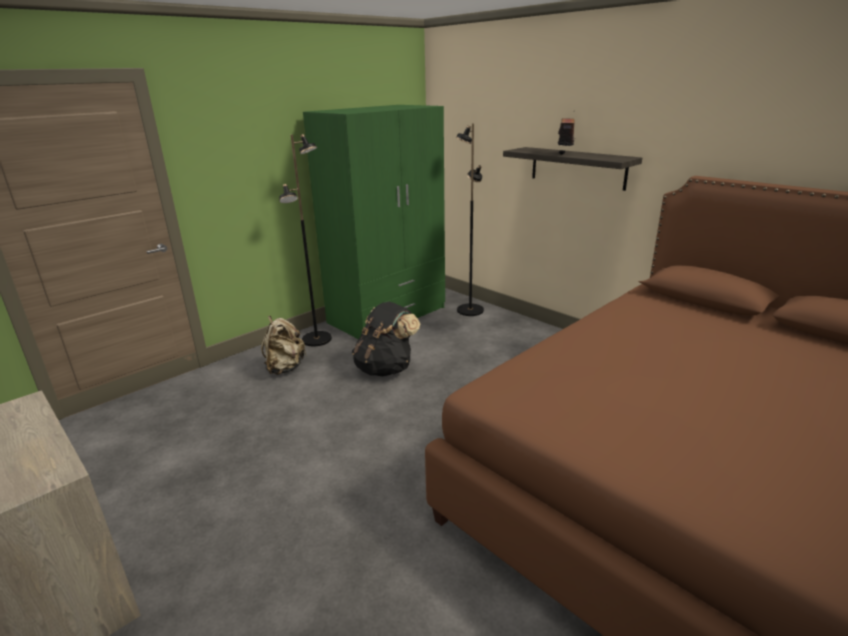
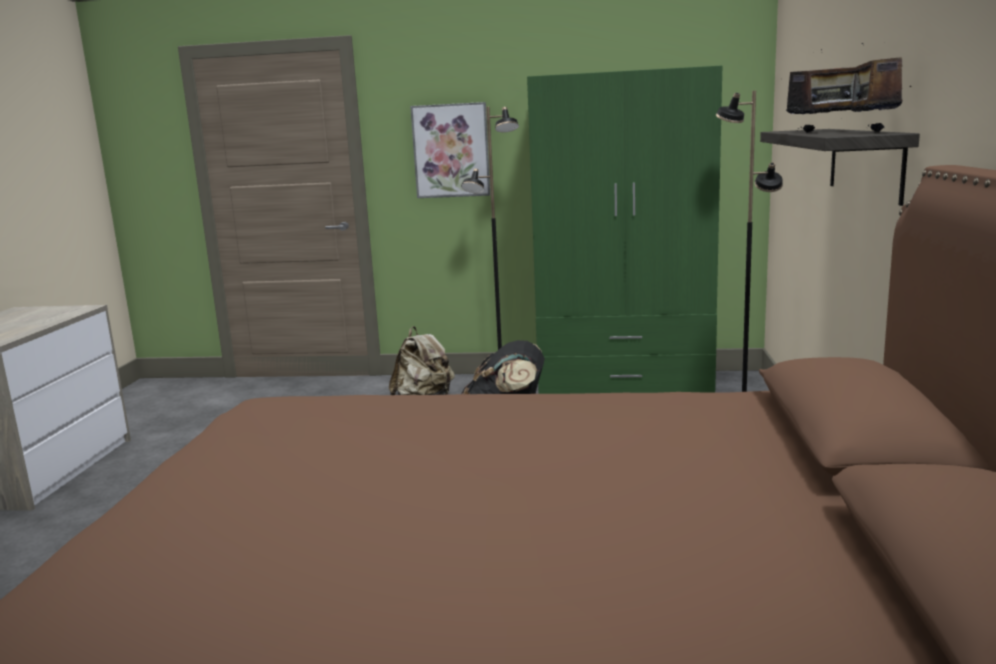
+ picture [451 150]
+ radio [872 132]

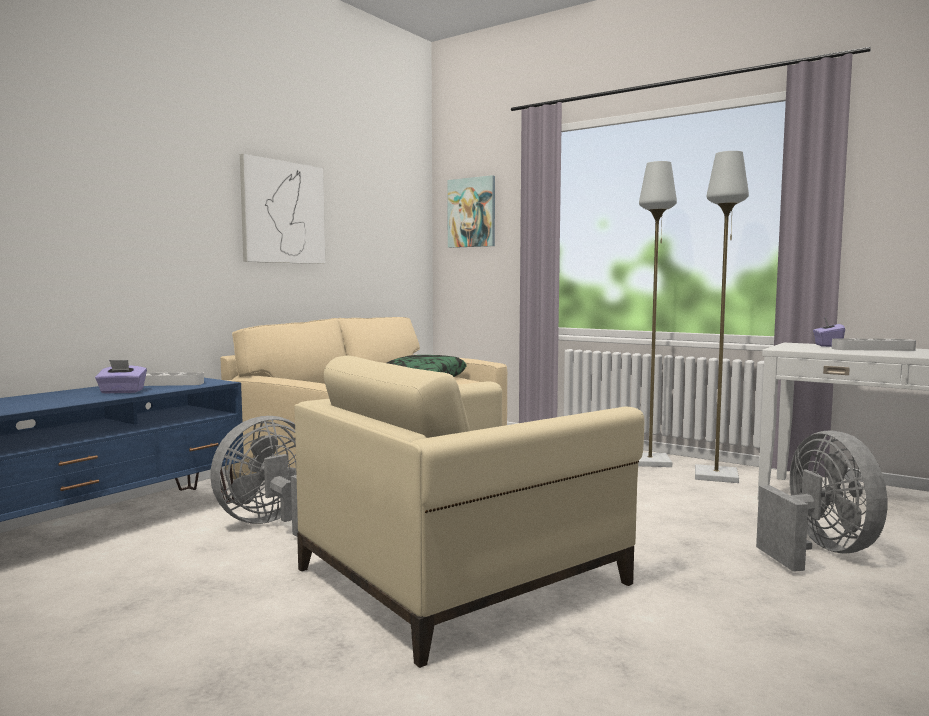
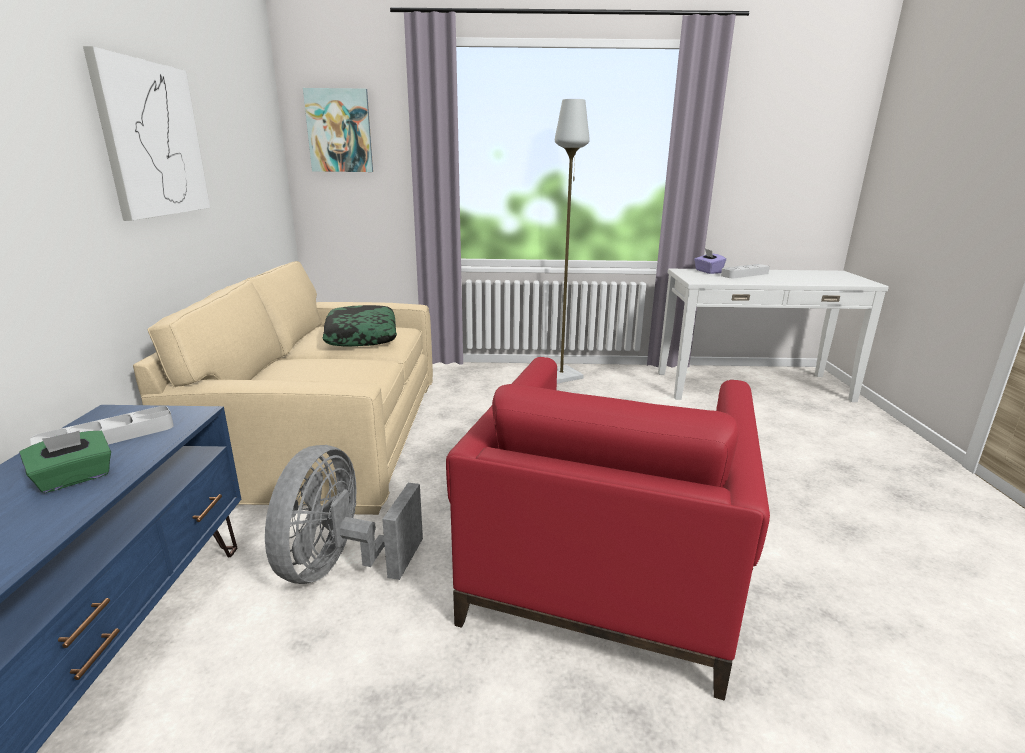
- floor lamp (grey) [716 476]
- fan (grey) [819 551]
~ tissue box (purple) [122 391] to tissue box (green) [74 478]
~ armchair (beige) [463 575] to armchair (red) [605 564]

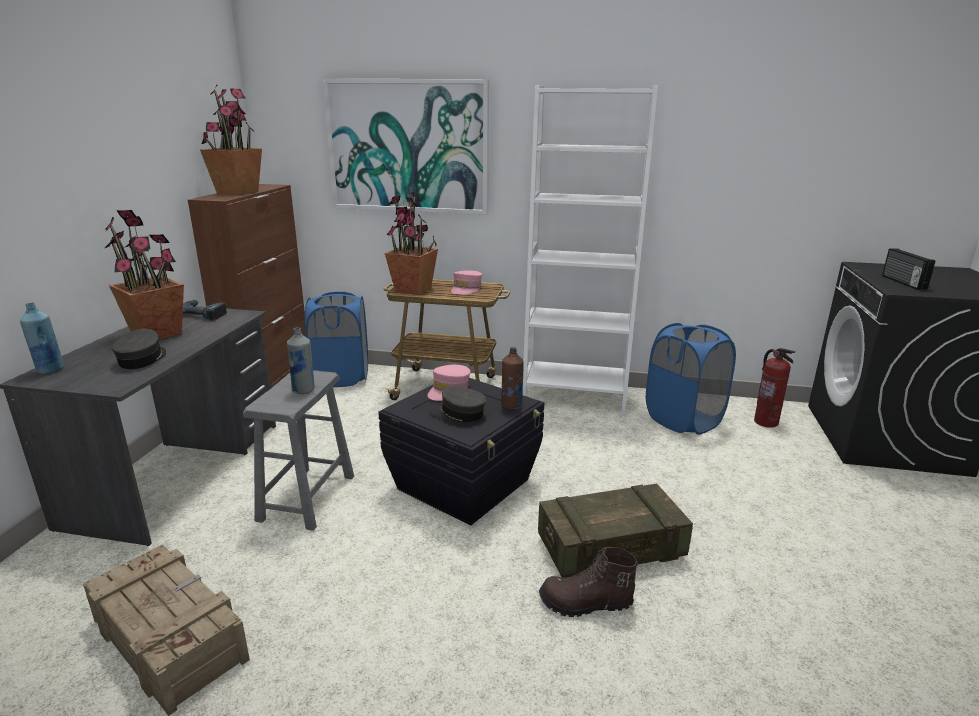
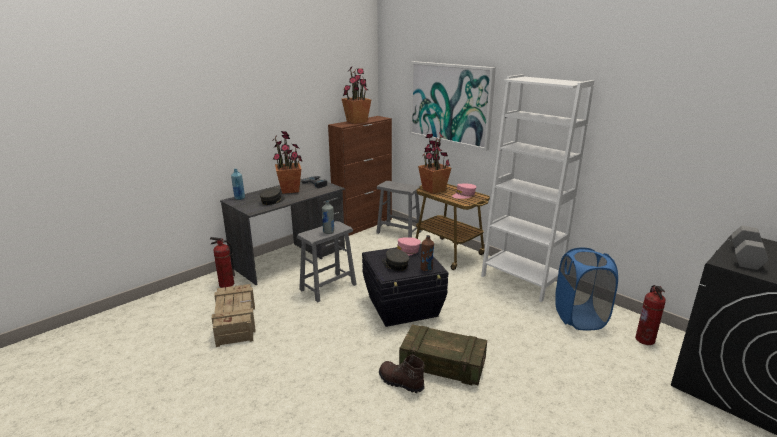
+ fire extinguisher [226 284]
~ laundry basket (blue) [341 377] to stool (grey) [399 232]
~ radio [902 282] to dumbbell (grey) [746 258]

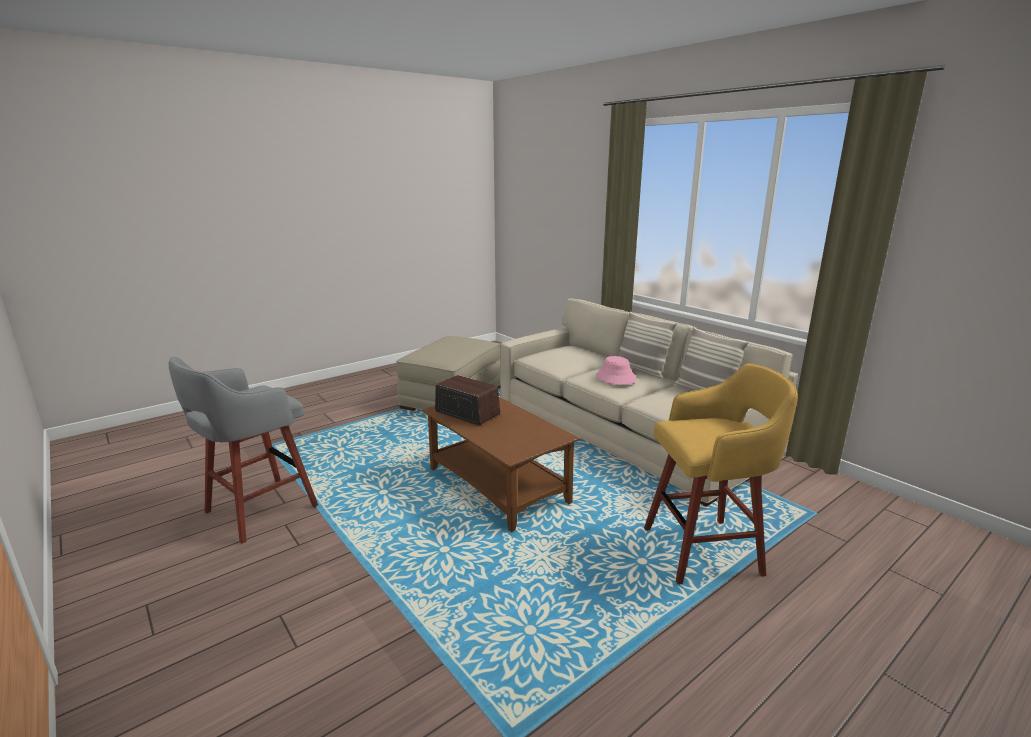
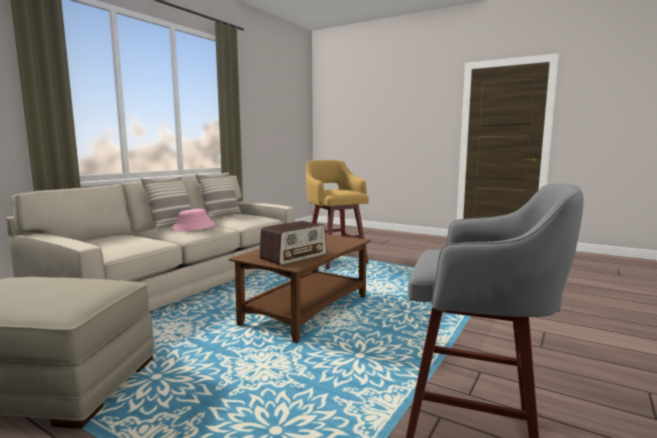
~ radio [467 413] = [294 256] 150 degrees counterclockwise

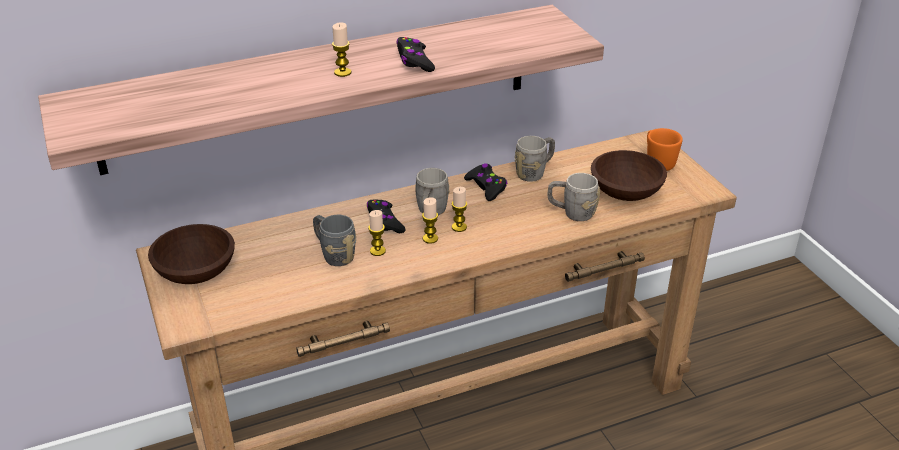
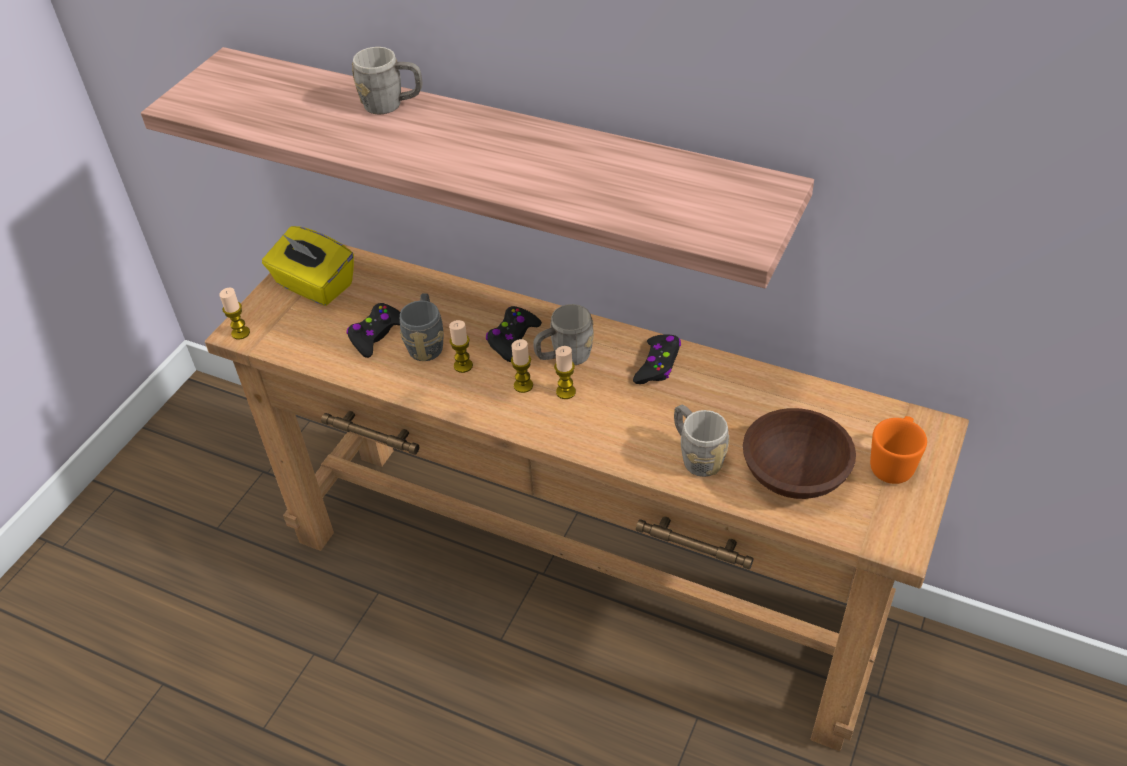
~ candle [342 72] to [240 333]
~ game controller (black) [414 61] to [376 335]
~ mug (grey) [534 172] to [392 105]
~ bowl (brown) [197 271] to tissue box (yellow) [314 286]

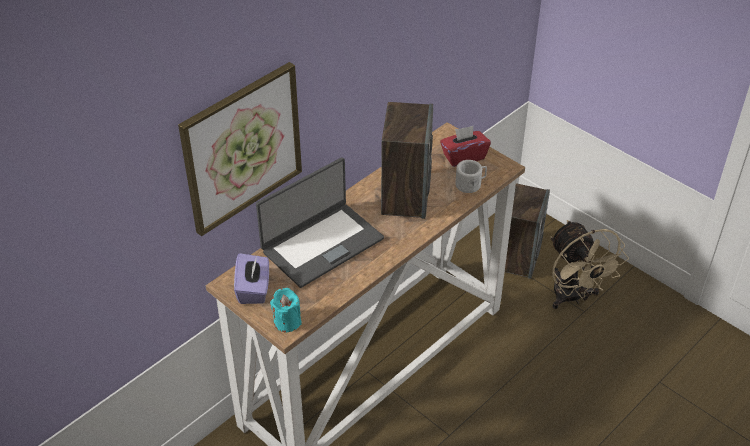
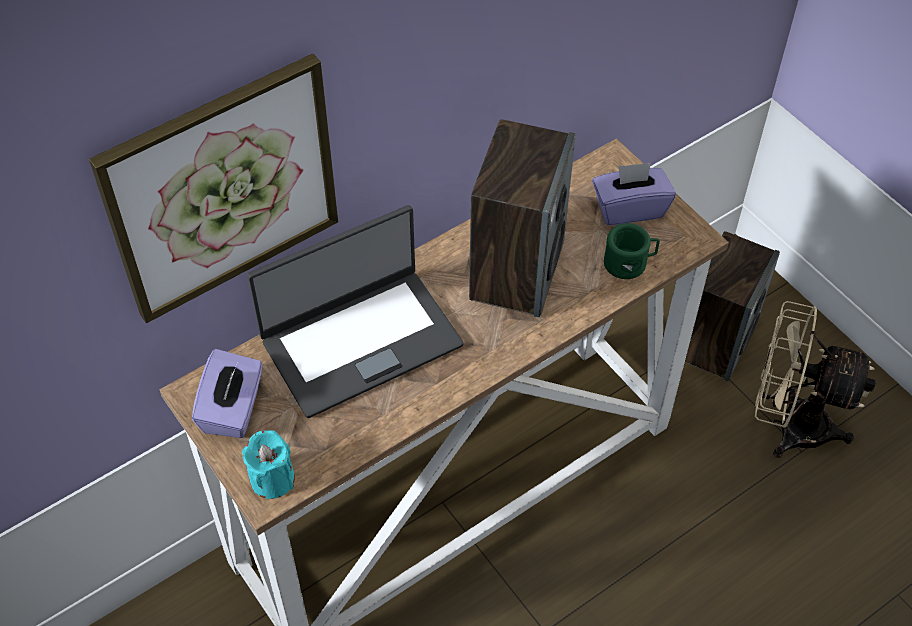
~ tissue box (red) [463 156] to tissue box (purple) [629 208]
~ mug (white) [471 184] to mug (green) [630 263]
~ fan (beige) [573 298] = [789 425] 120 degrees clockwise

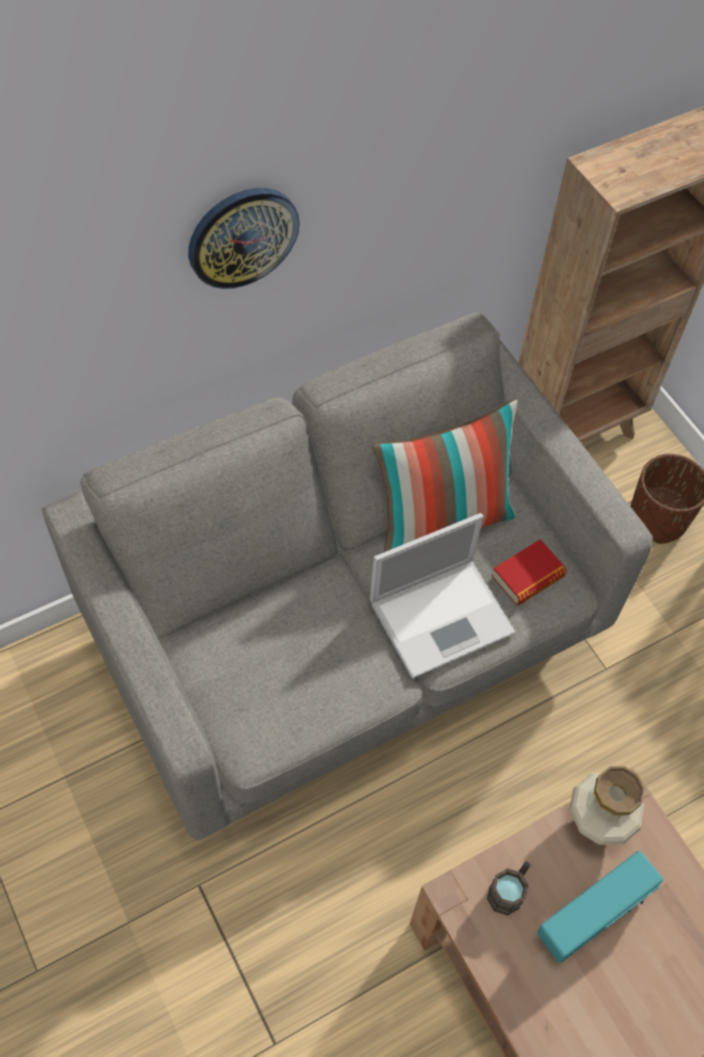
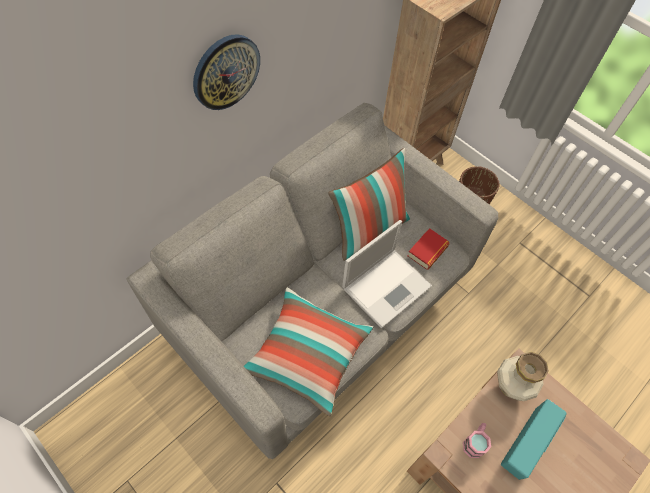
+ pillow [307 355]
~ mug (brown) [509 890] to mug (pink) [474 442]

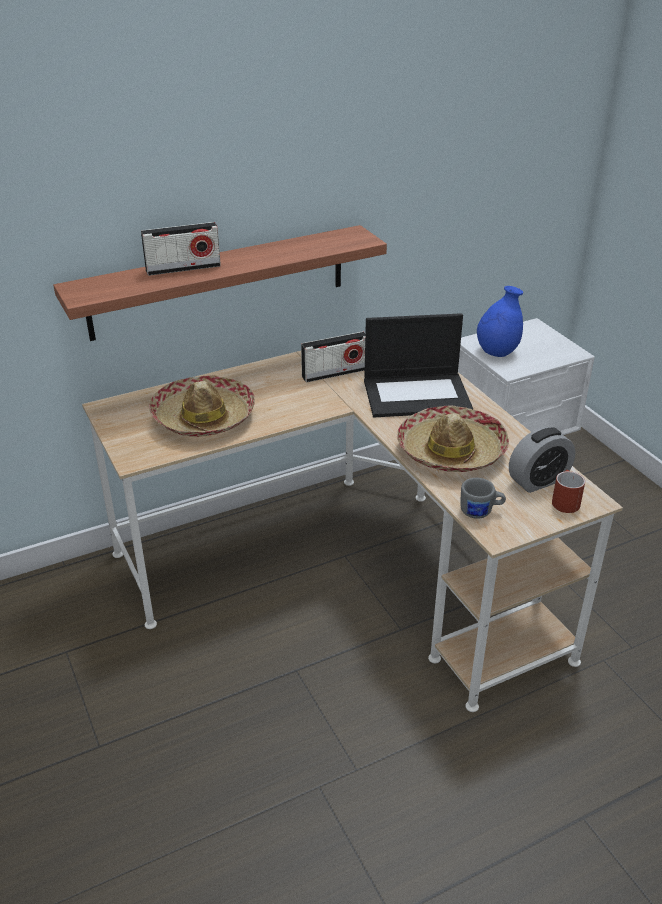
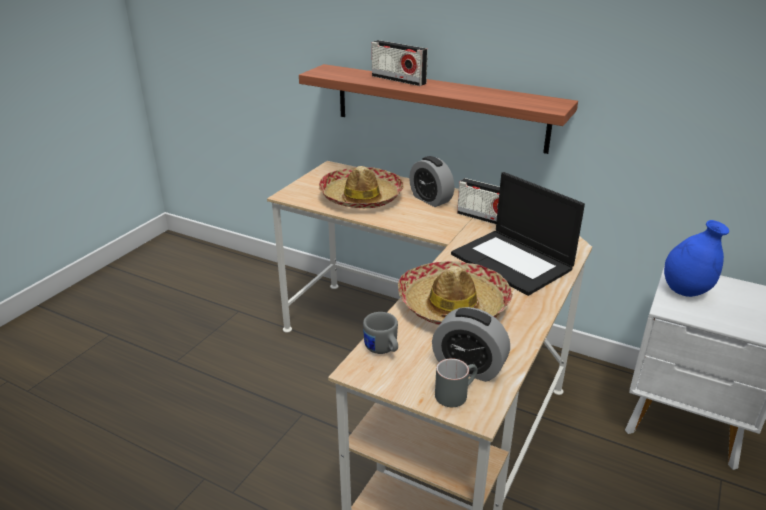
+ alarm clock [430 199]
~ mug (red) [564 500] to mug (grey) [455 393]

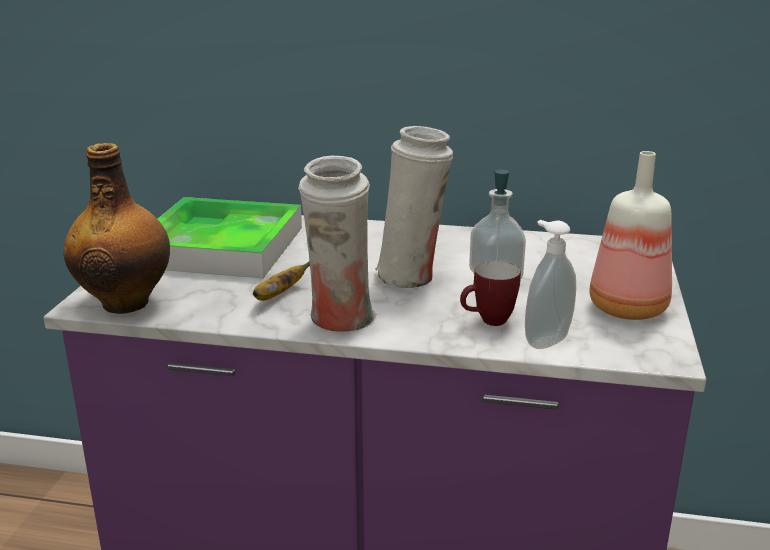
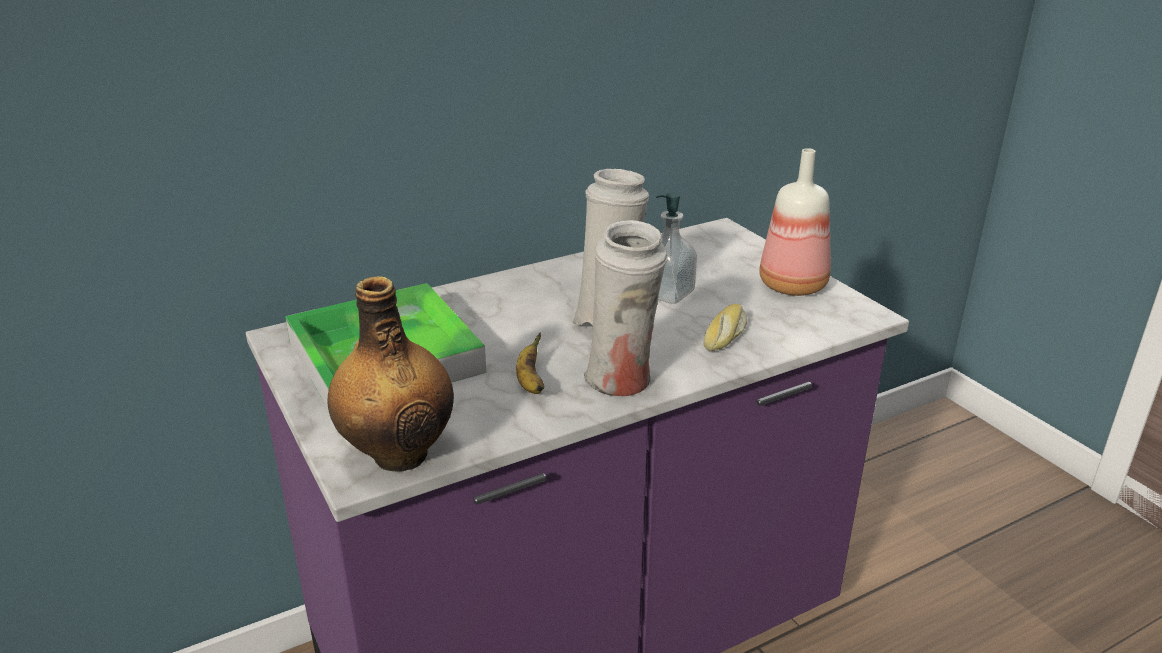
- soap dispenser [544 340]
~ mug [488 322] to bread [726 335]

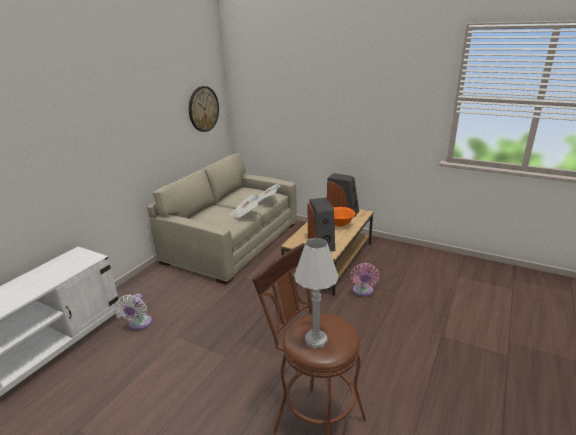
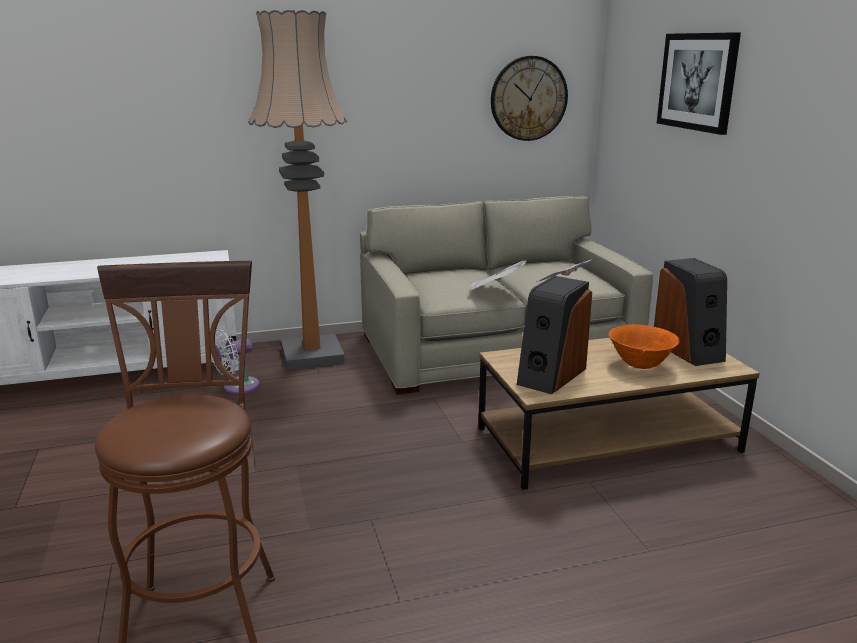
- table lamp (white) [316 340]
- fan (pink) [363 291]
+ floor lamp [312 355]
+ picture [697 81]

